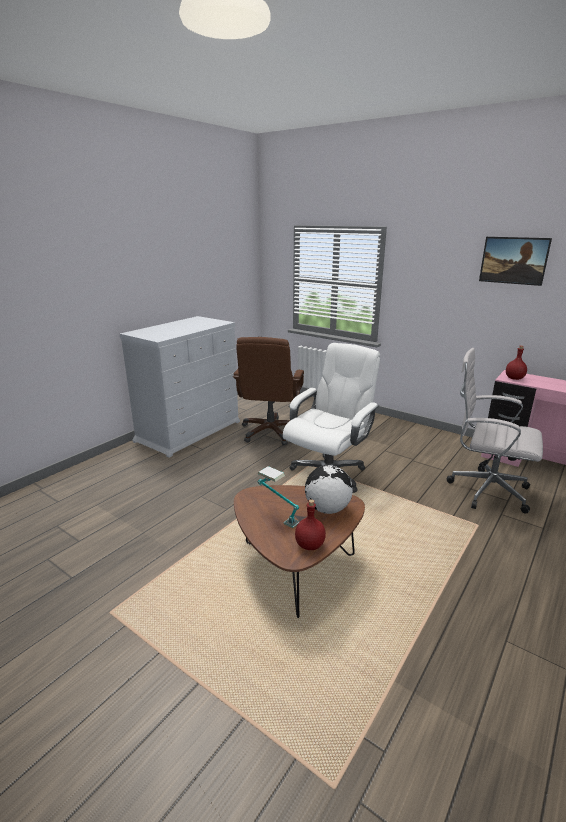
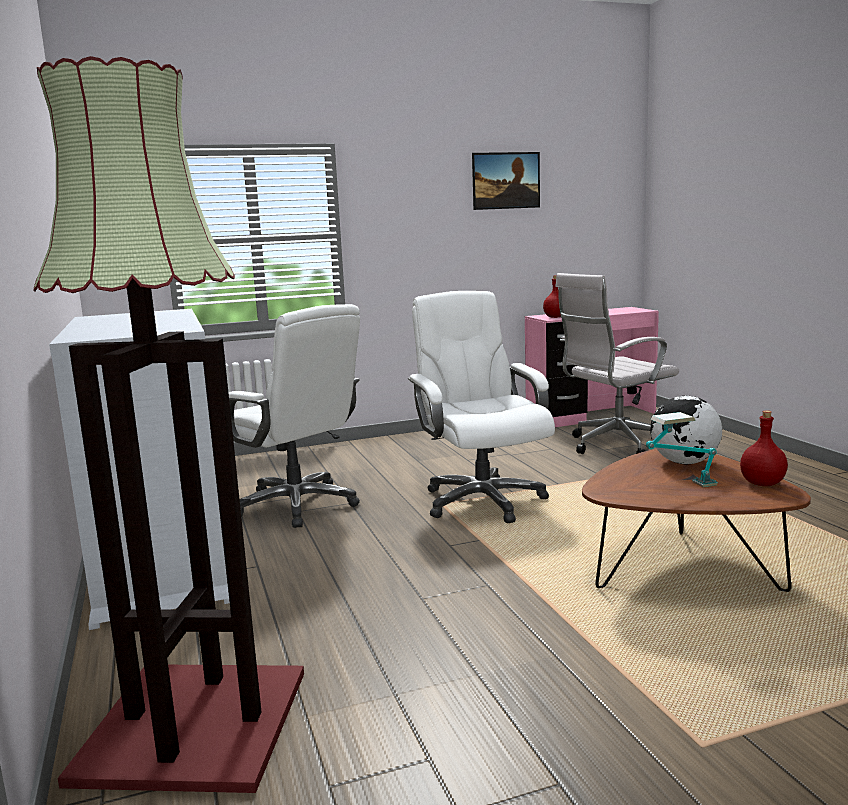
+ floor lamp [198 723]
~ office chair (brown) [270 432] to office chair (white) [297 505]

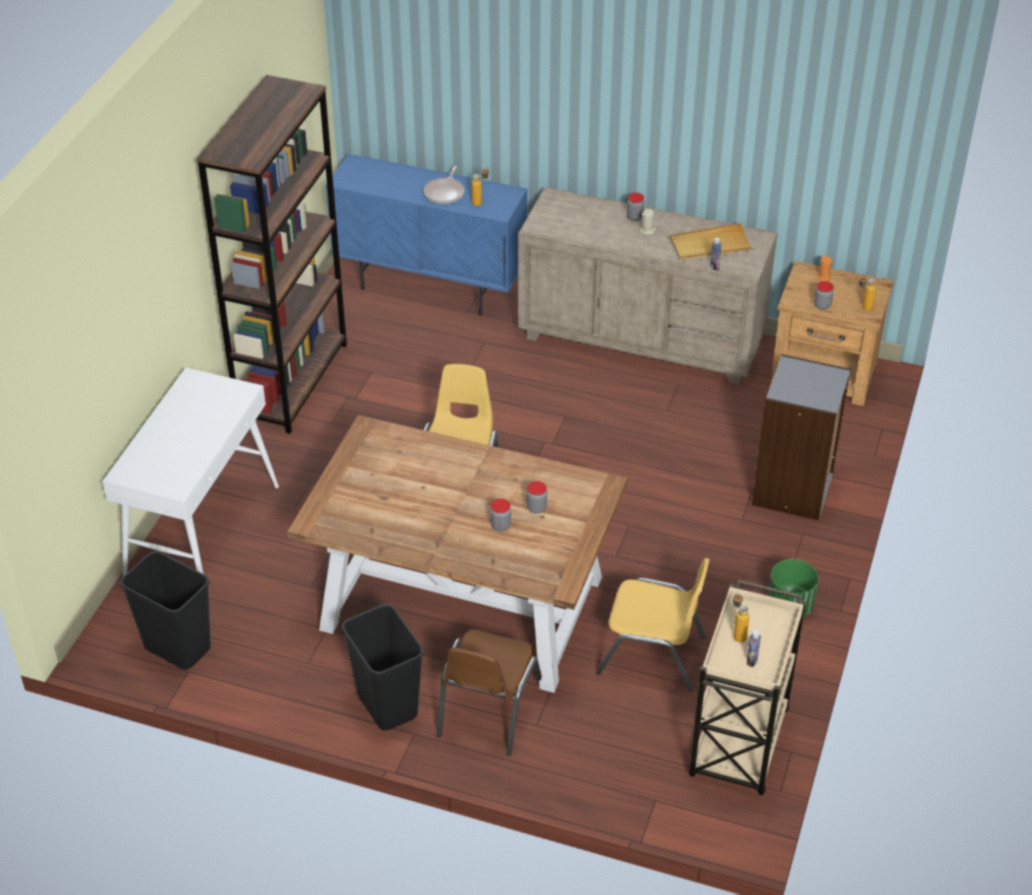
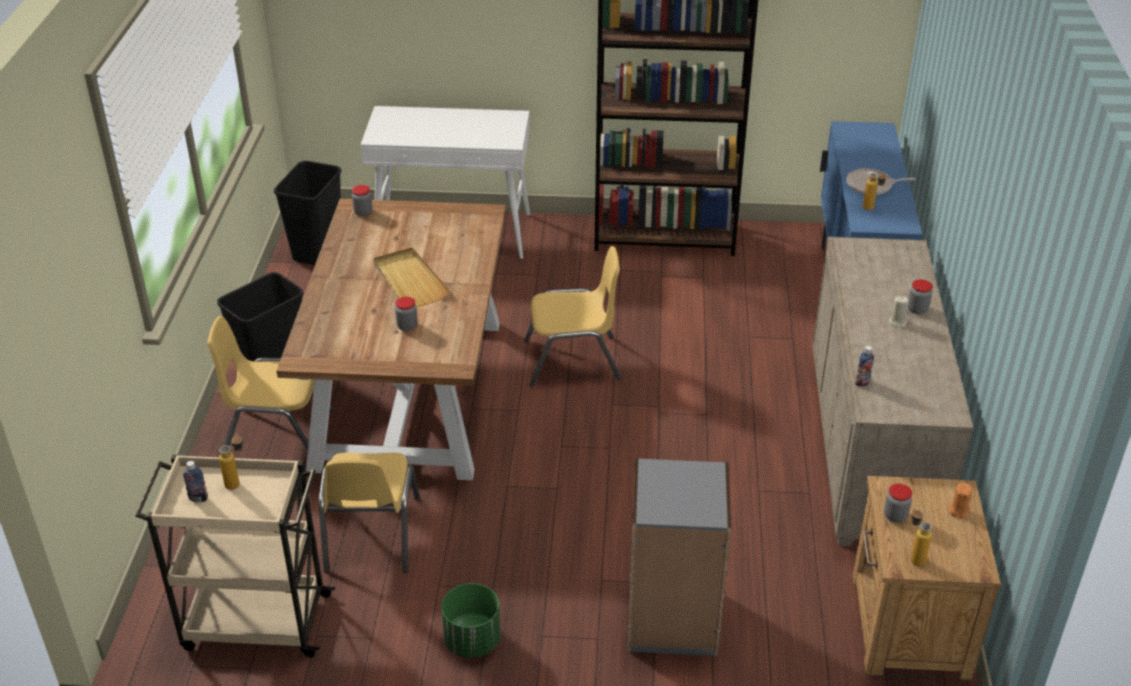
~ jar [500 525] to [363 212]
~ tray (beige) [711 246] to [409 281]
~ chair (brown) [488 709] to chair (yellow) [277 433]

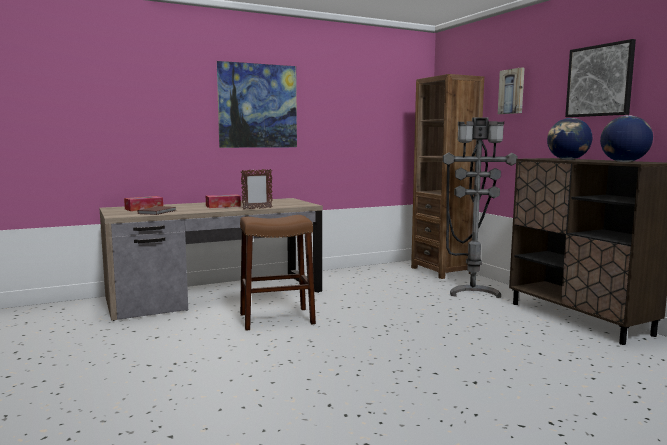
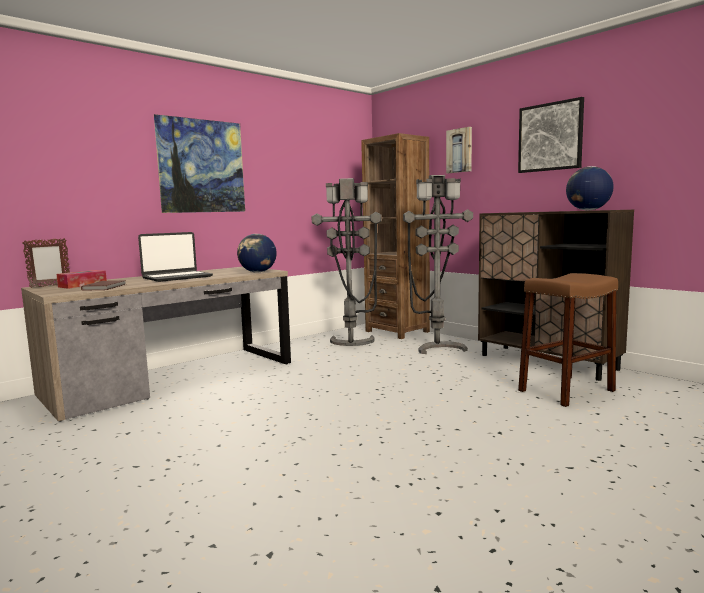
+ floor lamp (grey) [351 344]
~ stool (brown) [276 319] to [566 391]
~ picture frame [257 208] to [50 286]
~ globe [567 159] to [257 272]
~ tissue box [223 206] to laptop [177 277]

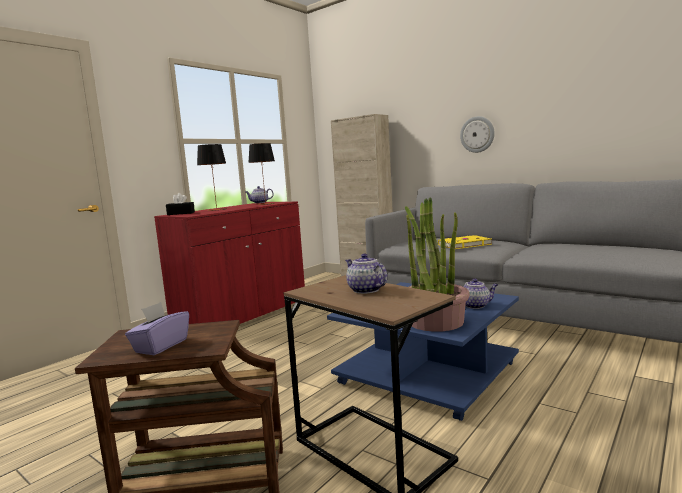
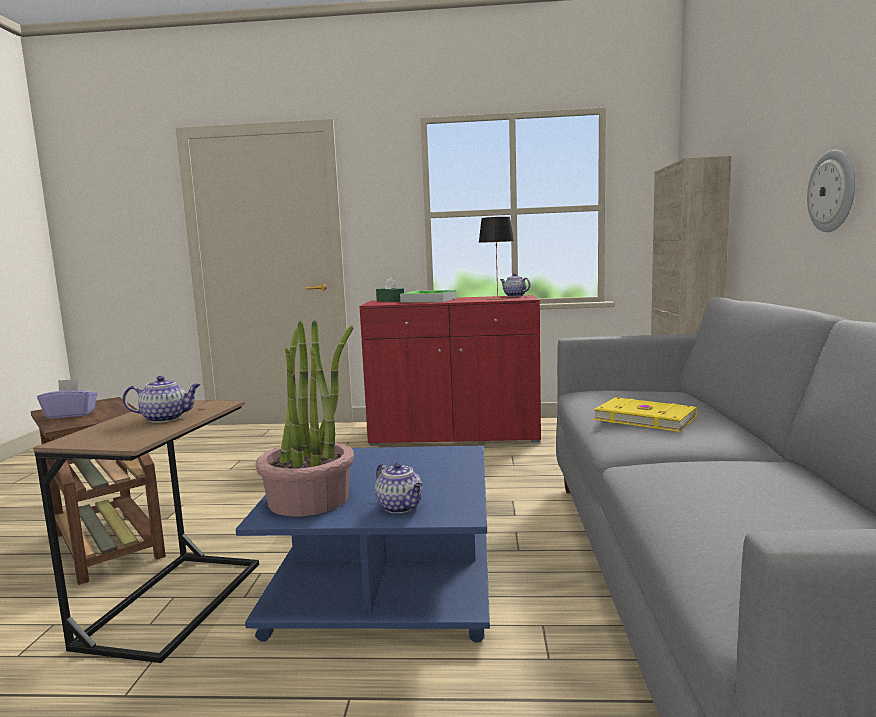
~ table lamp [216 209] to tray [429 300]
~ tissue box (black) [181 213] to tissue box (green) [390 300]
~ teapot [365 290] = [166 418] 60 degrees clockwise

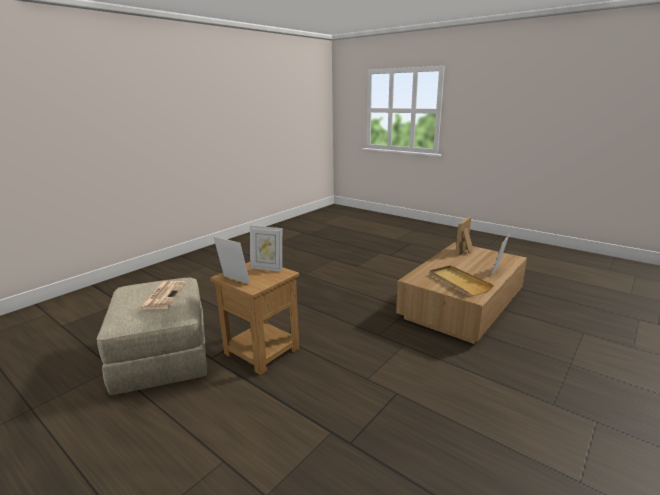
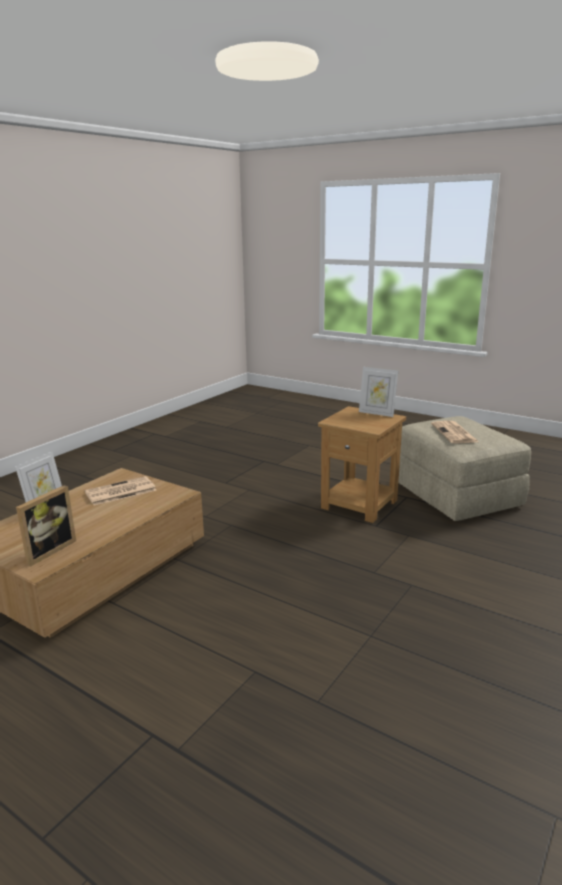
- picture frame [267 268]
~ tray (beige) [459 282] to newspaper [120 492]

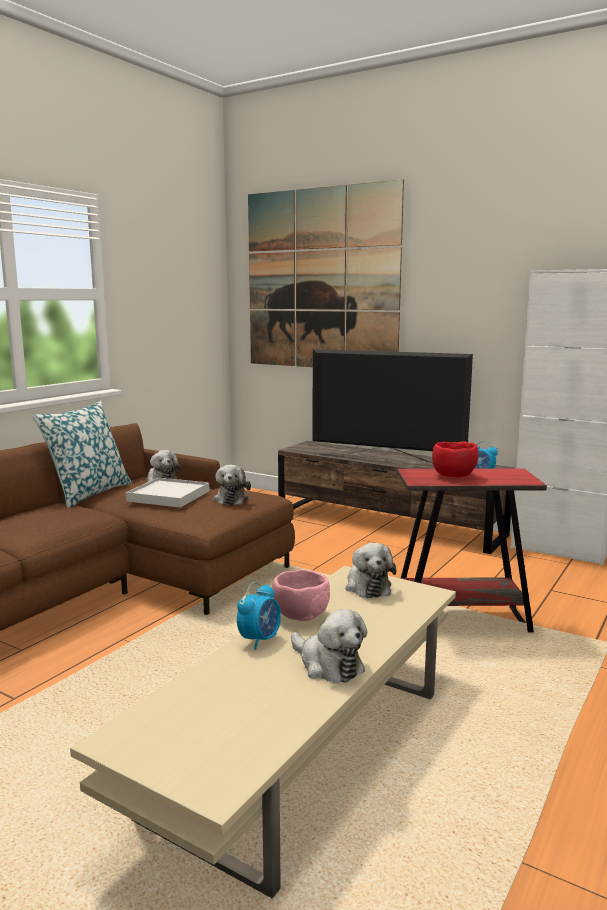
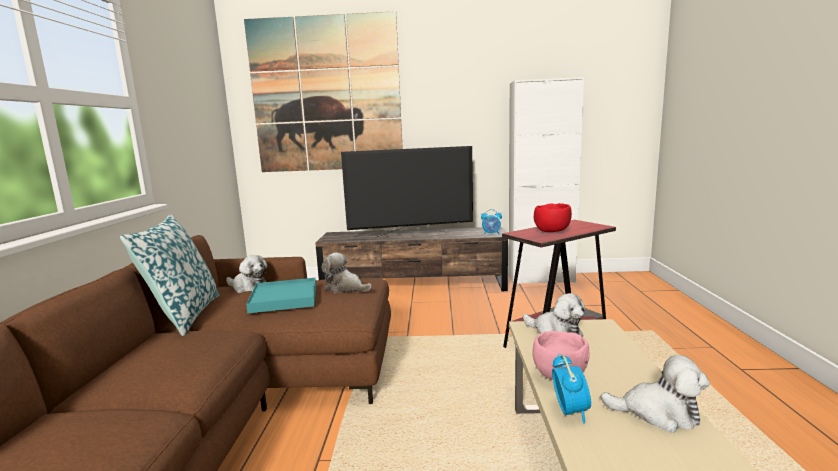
~ tray (white) [169 496] to tray (turquoise) [284 298]
~ plush toy [231 499] = [345 288] 150 degrees clockwise

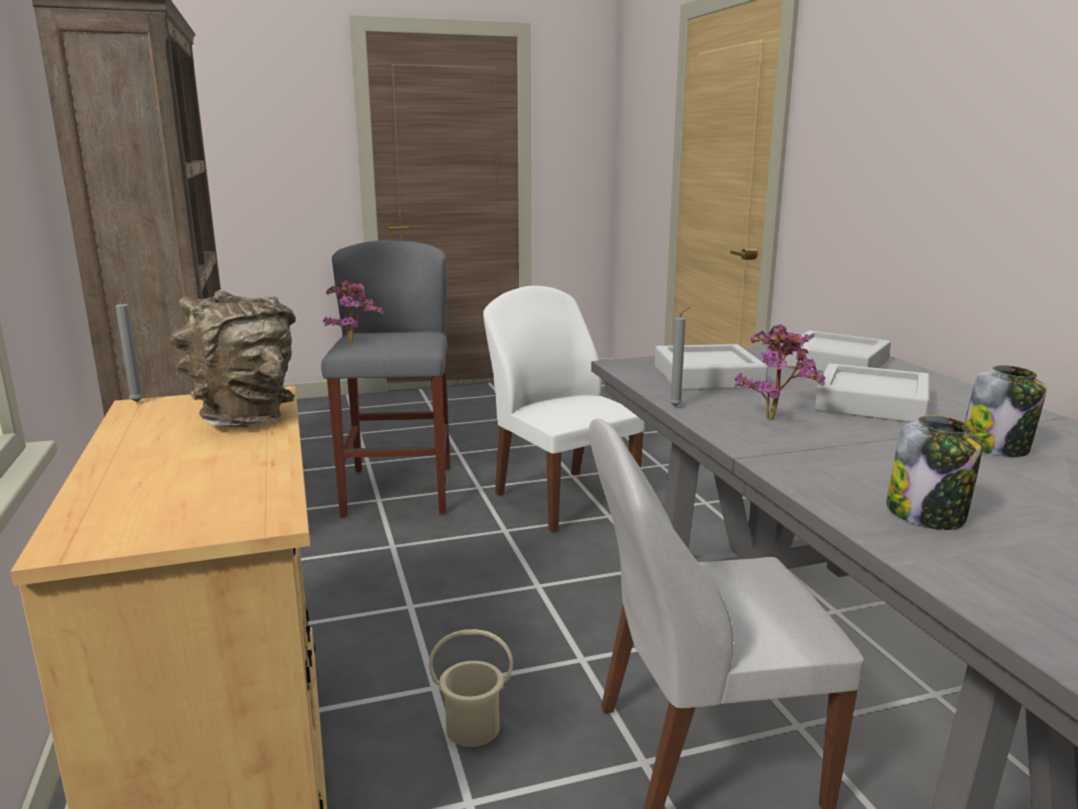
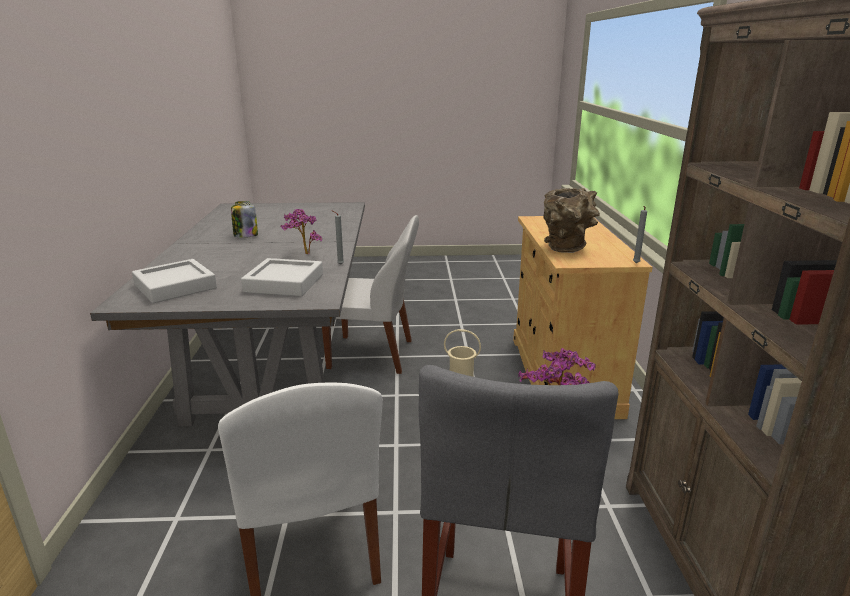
- tray (grey) [871 403]
- jar [927 515]

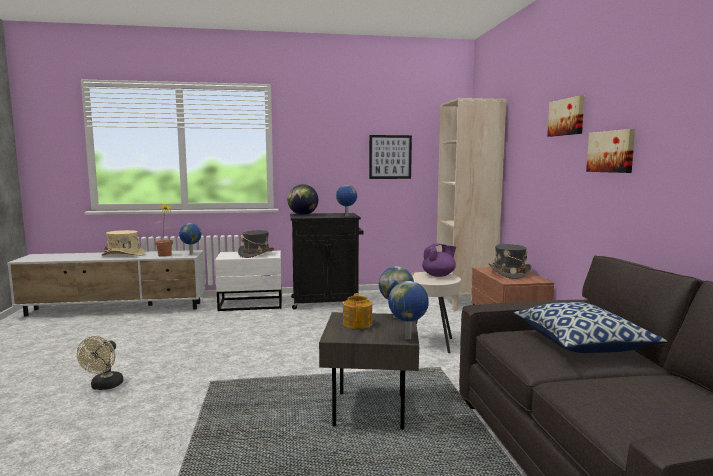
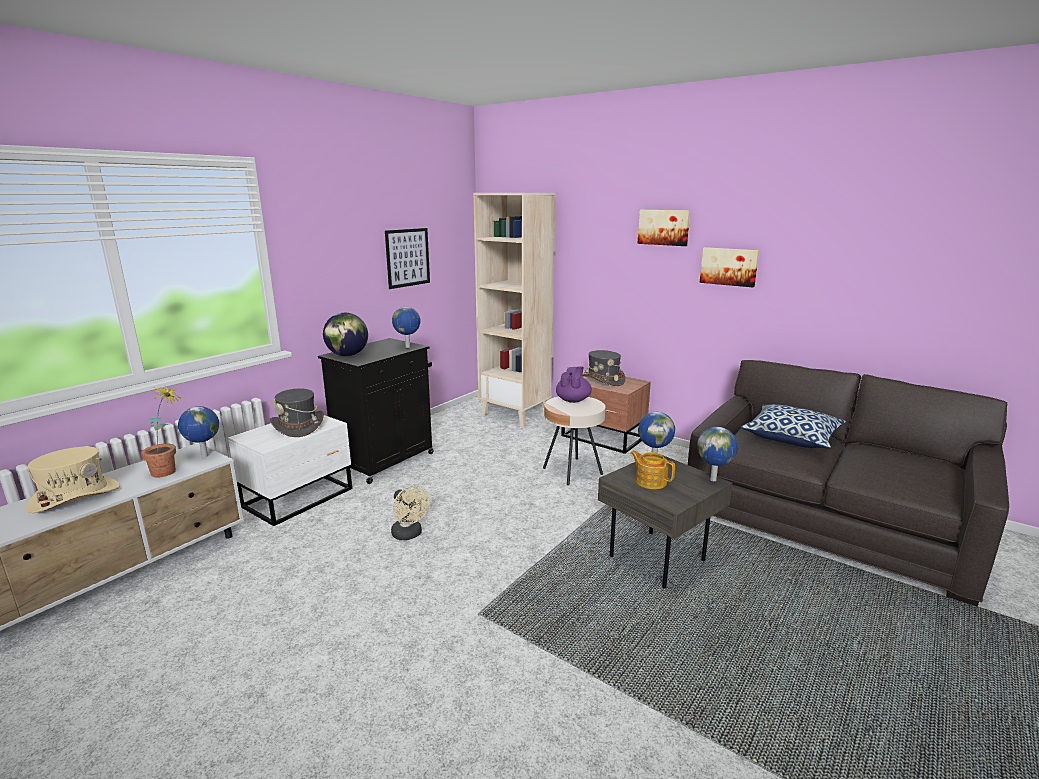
~ fan (beige) [104 386] to [409 535]

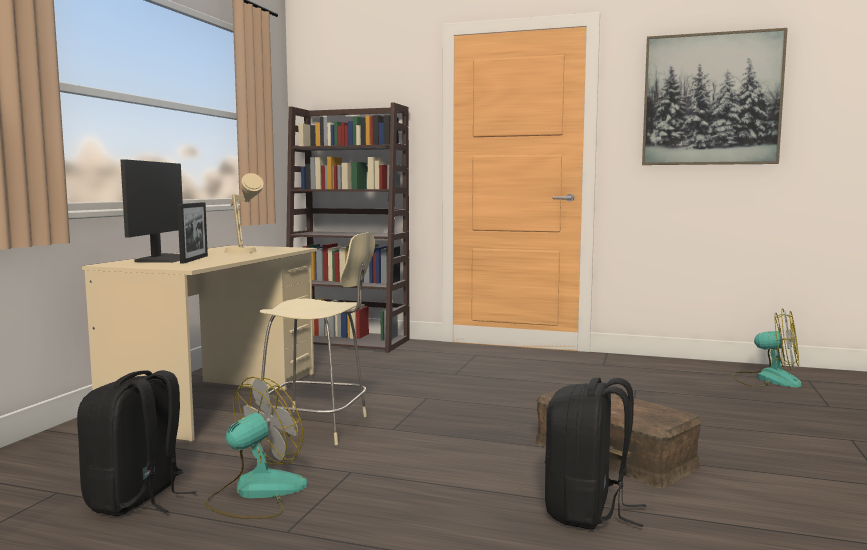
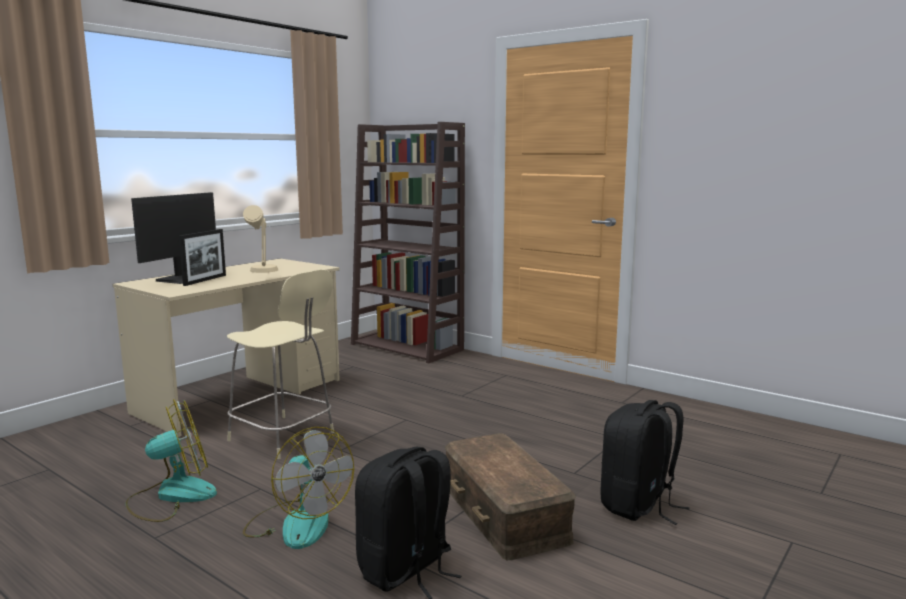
- picture [711 99]
~ backpack (black) [137 499] to [638 506]
~ fan [767 379] to [297 523]

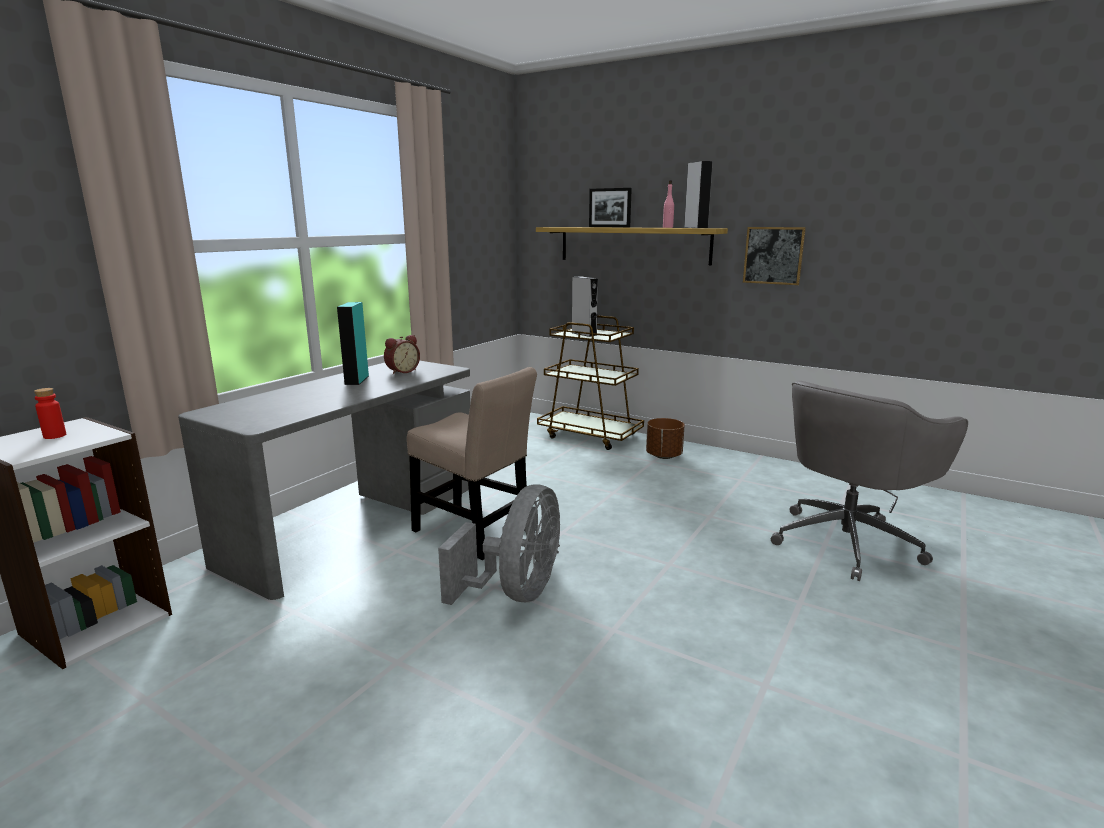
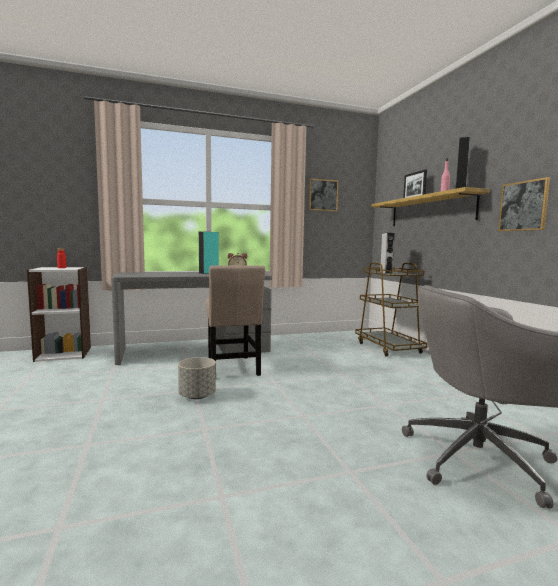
- planter (brown) [664 456]
+ picture [323 195]
~ fan (grey) [516 592] to planter (grey) [197 396]

